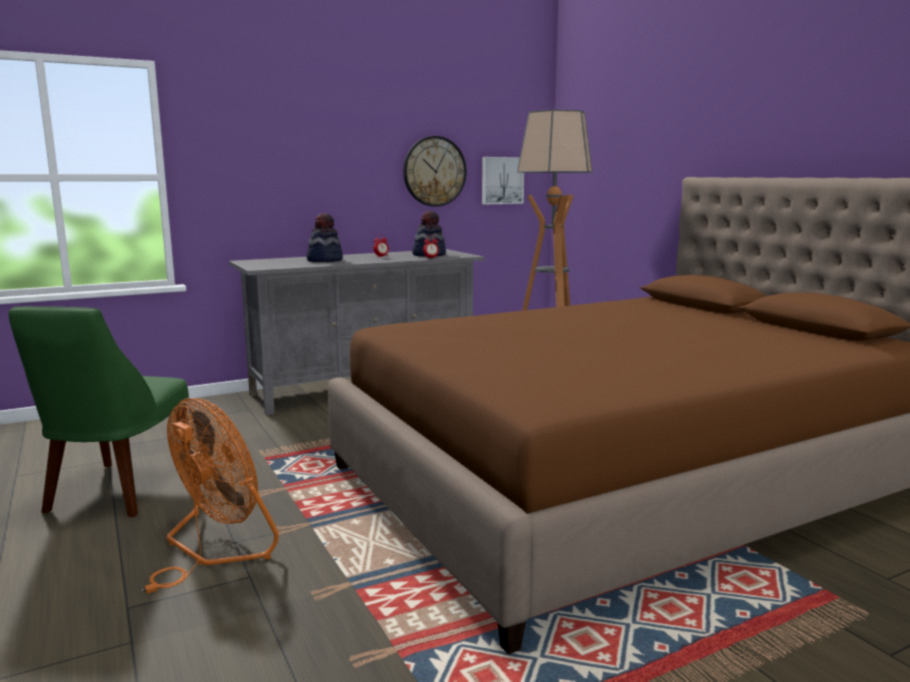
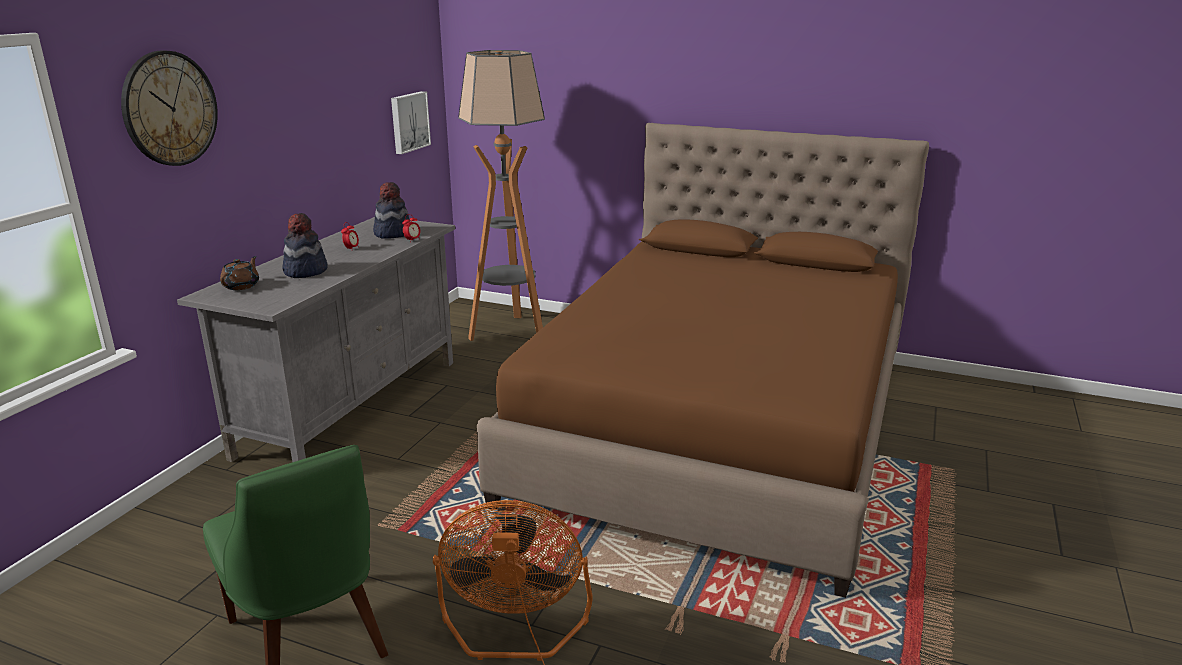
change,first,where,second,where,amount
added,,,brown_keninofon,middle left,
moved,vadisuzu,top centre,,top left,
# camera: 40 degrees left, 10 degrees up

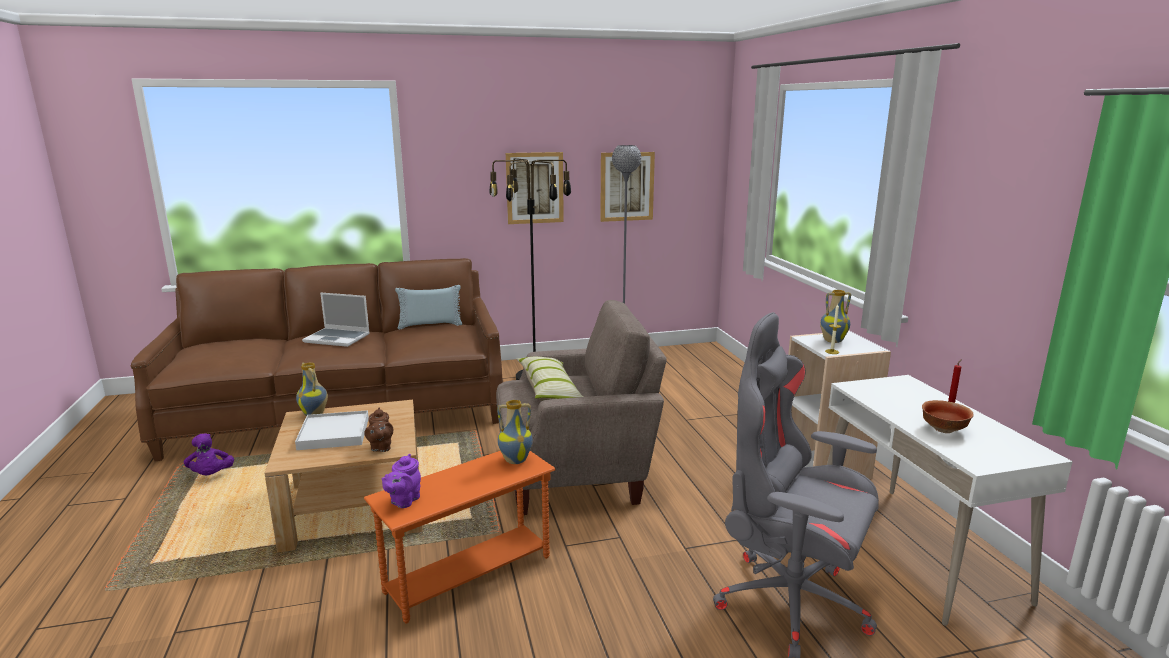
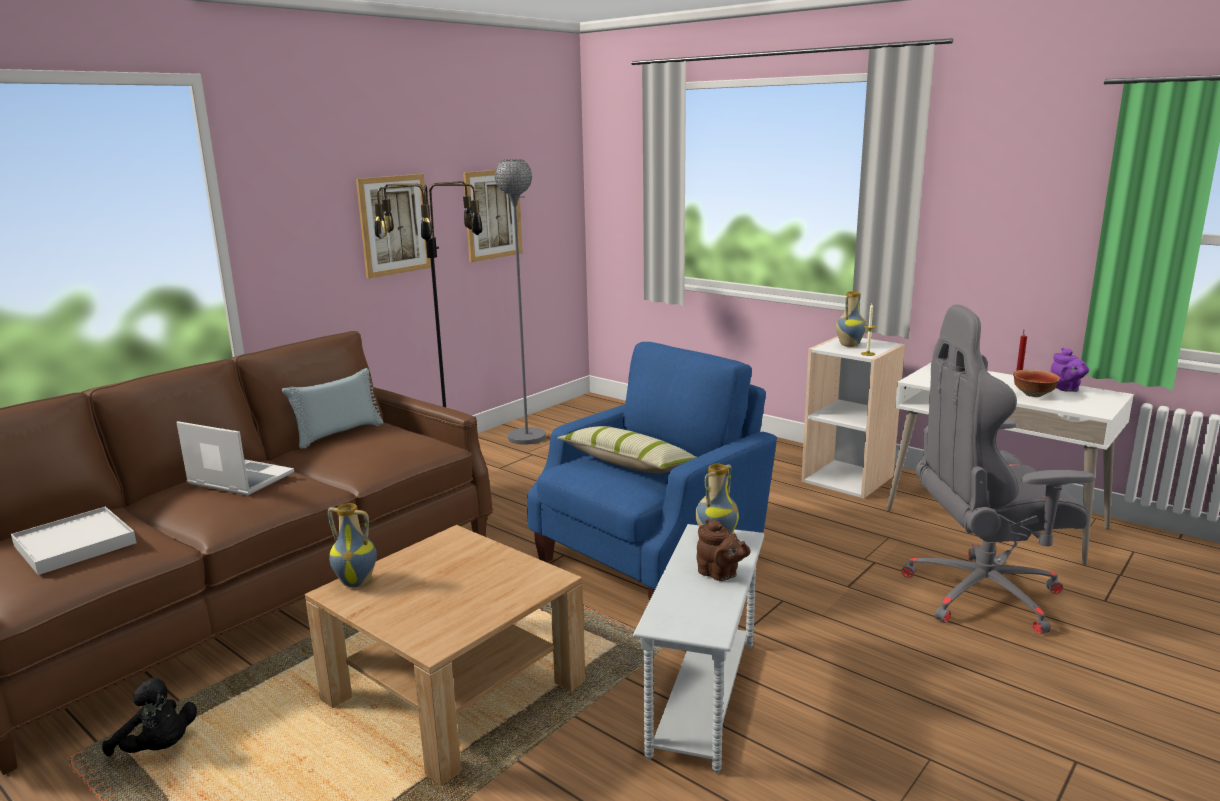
change,first,where,second,where,amount
moved,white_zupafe,middle left,,bottom left,
moved,brown_keninofon,middle left,,bottom centre,
moved,purple_keninofon,bottom centre,,middle right,
recoloured,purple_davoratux,bottom left,black_davoratux,bottom left,
recoloured,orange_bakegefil,bottom centre,white_bakegefil,bottom centre,
recoloured,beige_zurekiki,centre,blue_zurekiki,centre,
turned,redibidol,middle left,,middle left,135 degrees counterclockwise
# camera: 35 degrees left, 0 degrees up

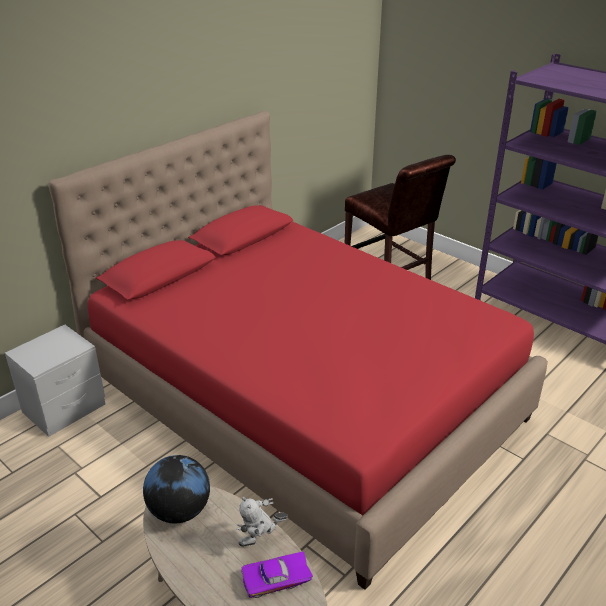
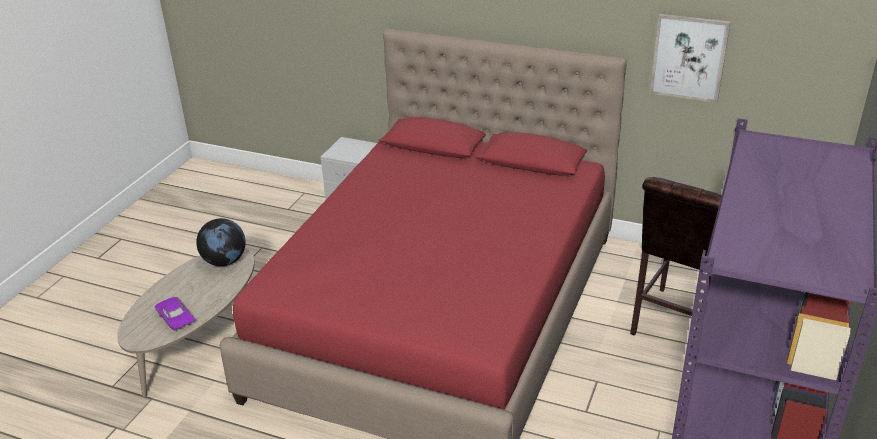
change,first,where,second,where,amount
removed,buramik,bottom centre,,,
added,,,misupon,top right,
# camera: 70 degrees right, 0 degrees up

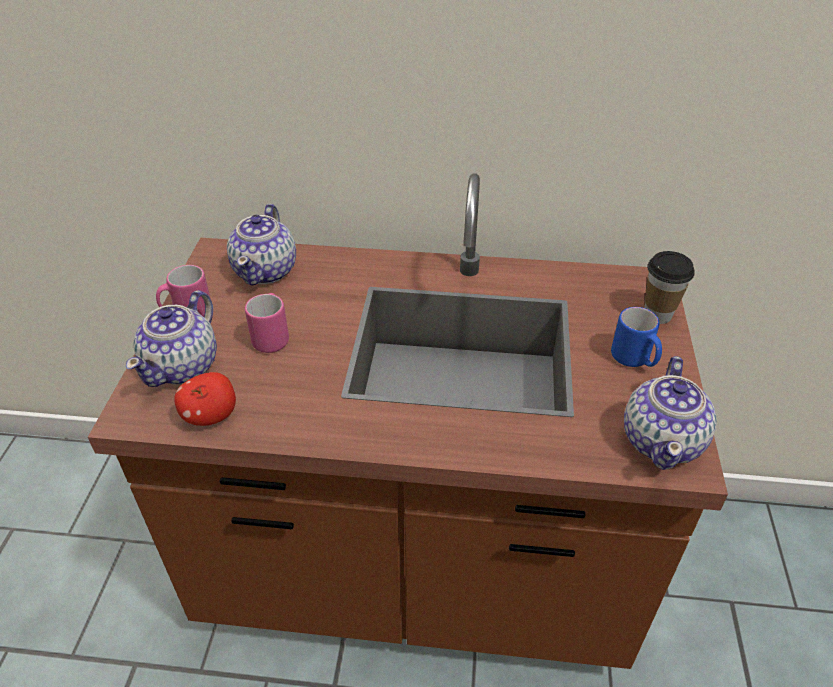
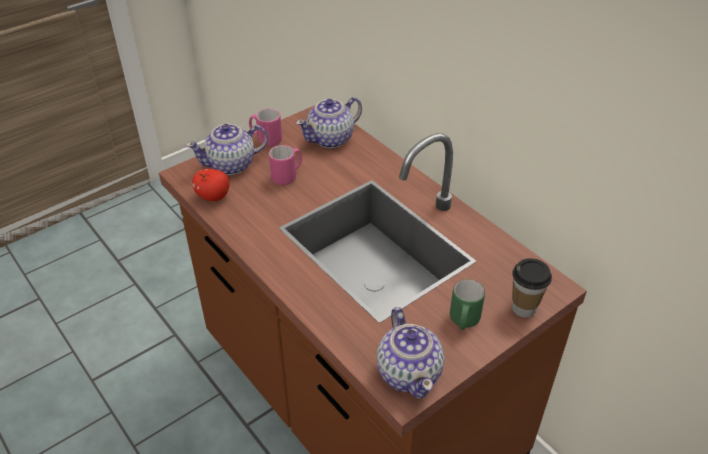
change,first,where,second,where,amount
recoloured,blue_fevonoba,middle right,green_fevonoba,bottom centre,
turned,keninofon (3rd from left),middle right,,bottom centre,75 degrees counterclockwise
# camera: 45 degrees right, 0 degrees up

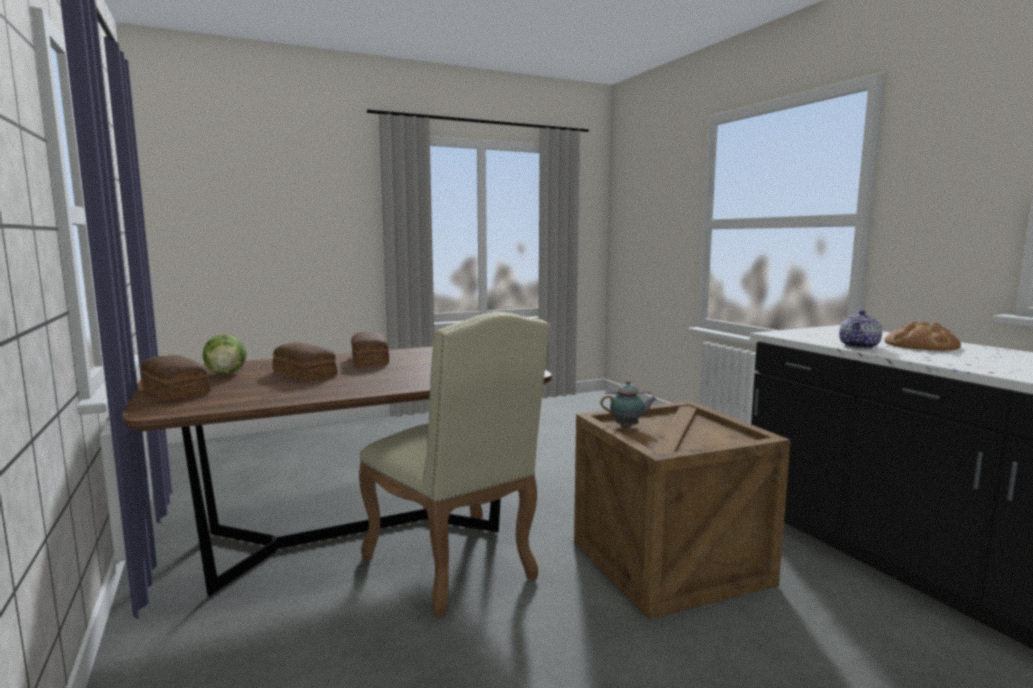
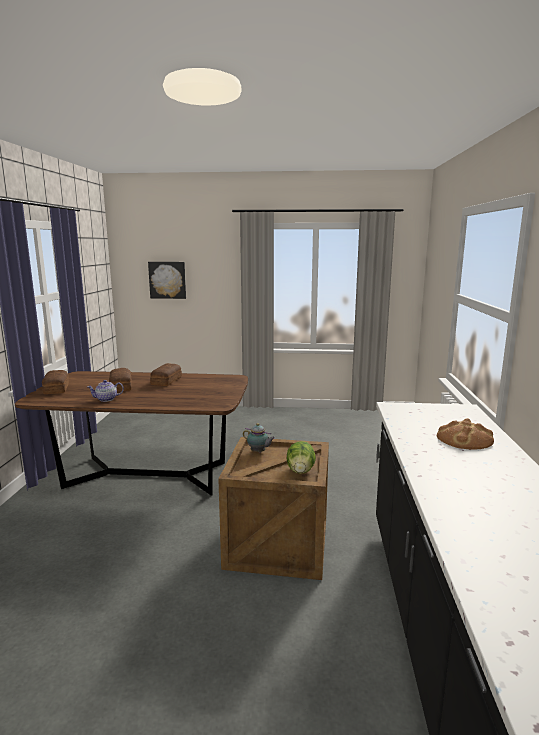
change,first,where,second,where,amount
removed,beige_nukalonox,bottom centre,,,
added,,,misupon,middle left,
moved,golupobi,middle left,,centre,
moved,keninofon (2nd from left in the first image),middle right,keninofon (1st from left),middle left,
# camera: 30 degrees right, 5 degrees up

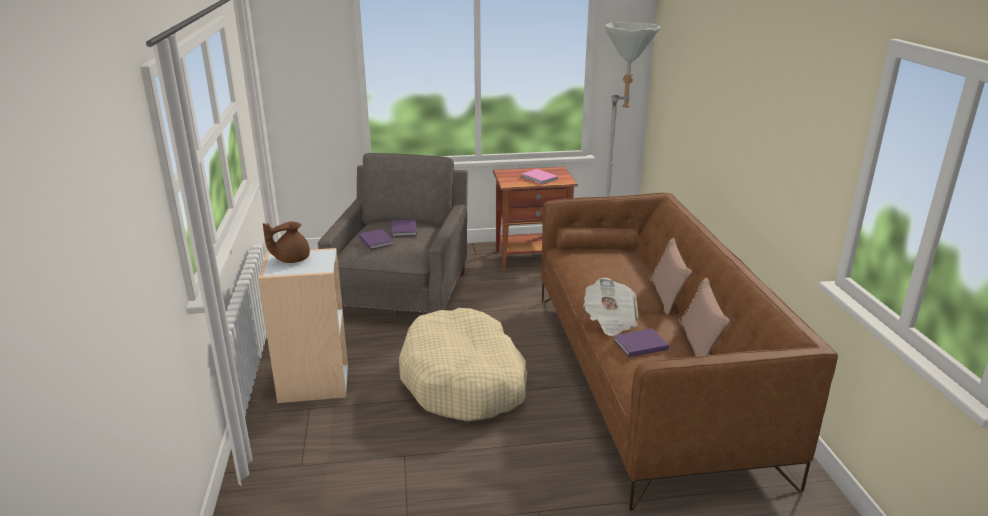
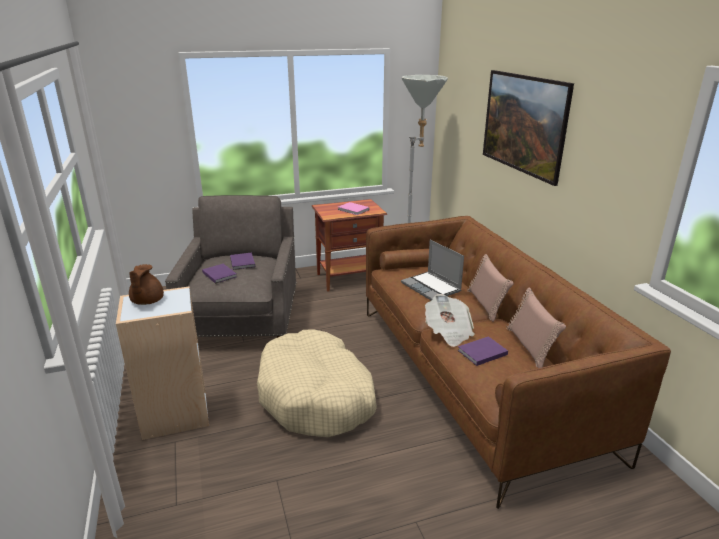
change,first,where,second,where,amount
added,,,redibidol,centre,
added,,,misupon,top right,
turned,brown_keninofon,middle left,,middle left,45 degrees counterclockwise
# camera: 10 degrees left, 0 degrees up

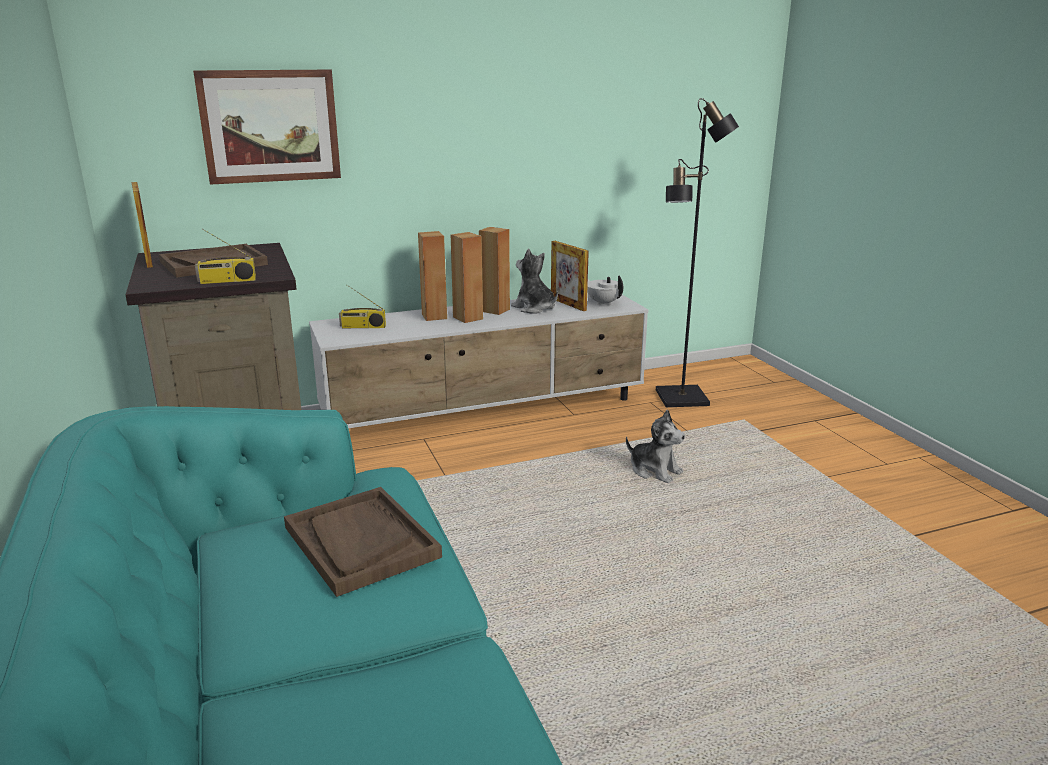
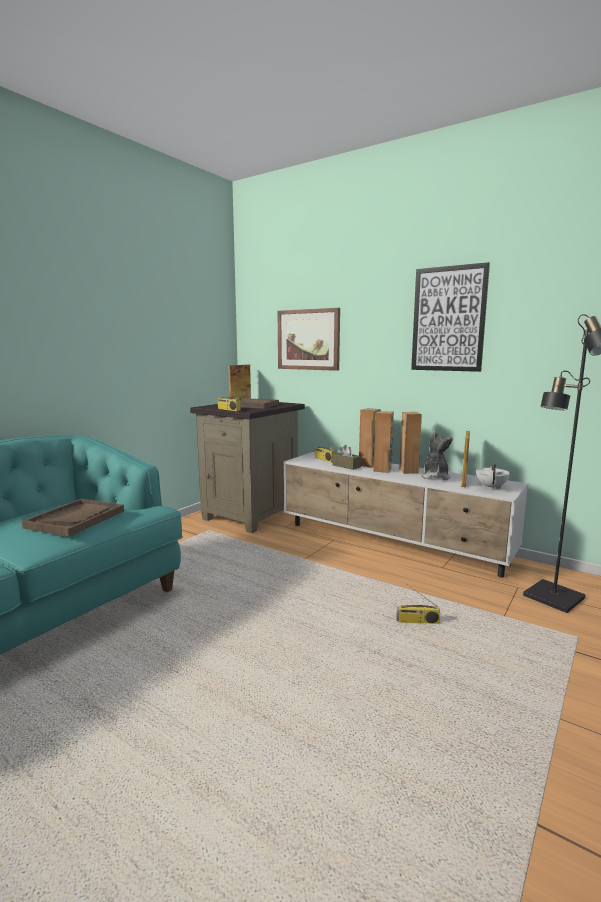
change,first,where,second,where,amount
added,,,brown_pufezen,centre,
added,,,misupon (2nd from left),middle right,
replaced,davoratux (2nd from left),centre,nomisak (3rd from left),bottom right,
# camera: 55 degrees right, 10 degrees down

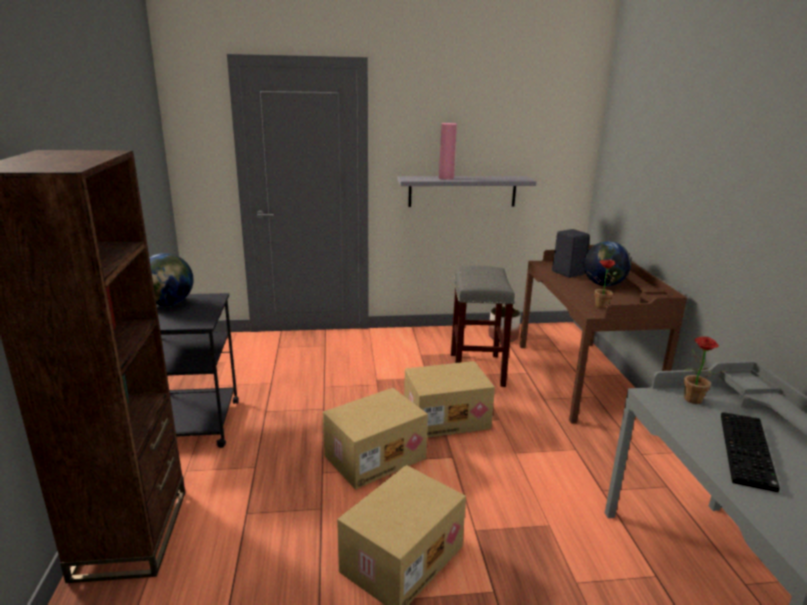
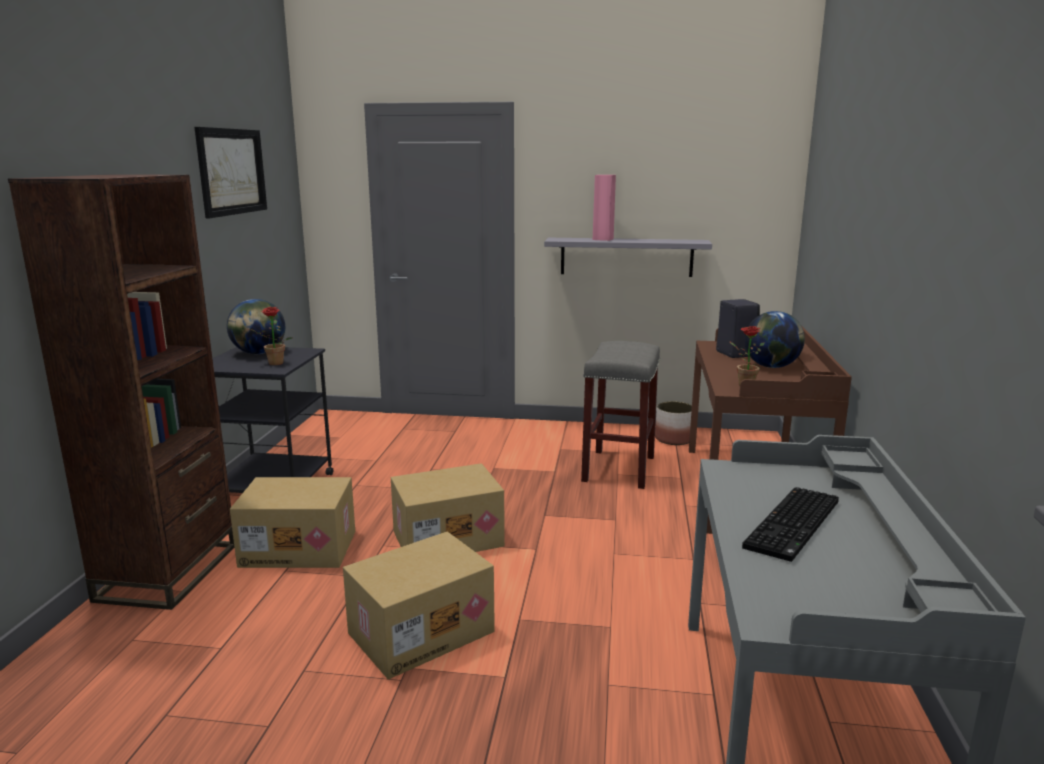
change,first,where,second,where,amount
added,,,misupon,top left,
moved,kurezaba (3rd from left in the first image),centre,kurezaba (1st from left),bottom left,
moved,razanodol (2nd from left in the first image),middle right,razanodol (1st from left),middle left,
# camera: 15 degrees right, 5 degrees down

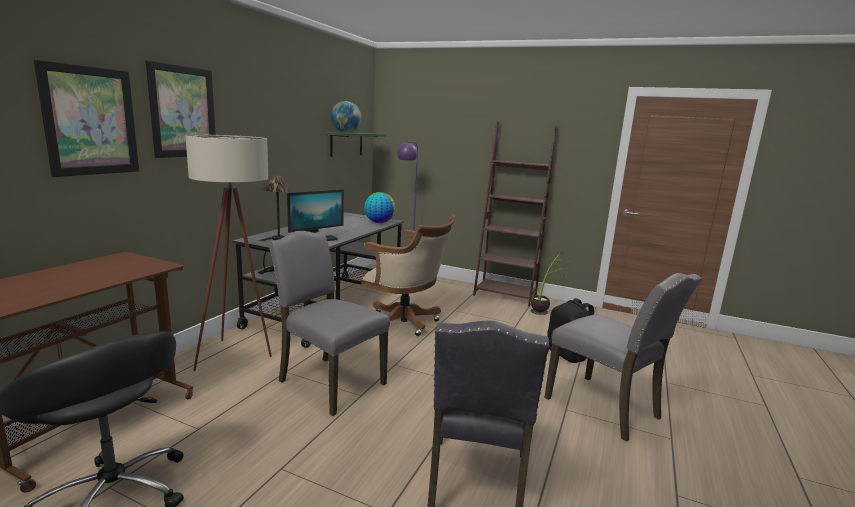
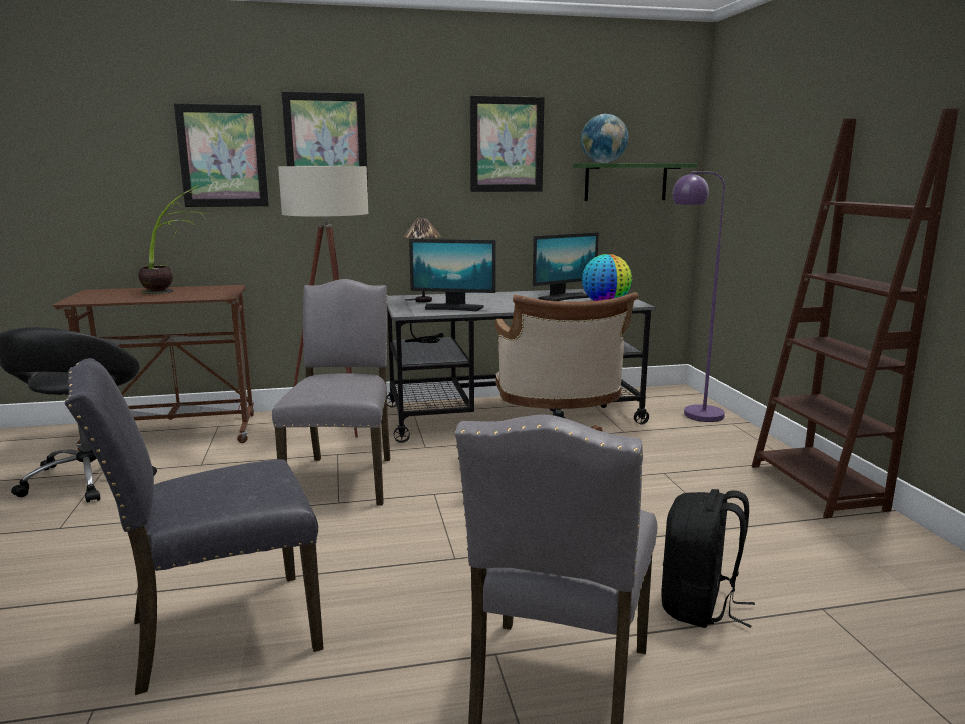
change,first,where,second,where,amount
added,,,misupon (3rd from left),top centre,
added,,,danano (2nd from left),centre,
moved,razanodol,centre,,top left,
# camera: 55 degrees right, 0 degrees up

